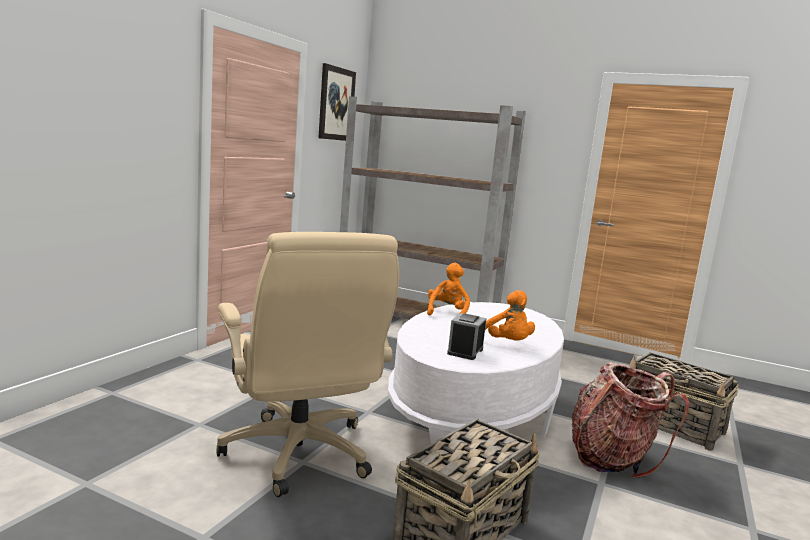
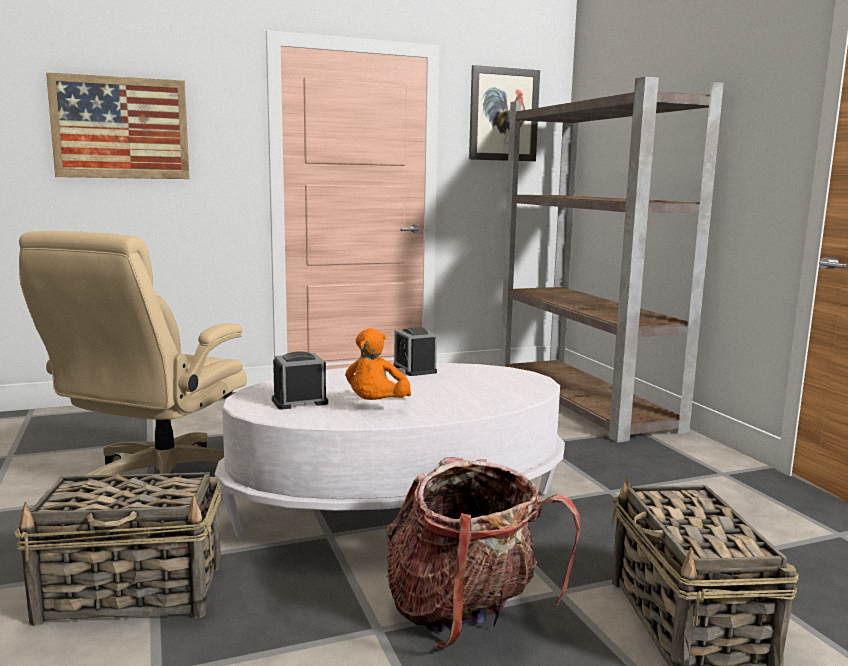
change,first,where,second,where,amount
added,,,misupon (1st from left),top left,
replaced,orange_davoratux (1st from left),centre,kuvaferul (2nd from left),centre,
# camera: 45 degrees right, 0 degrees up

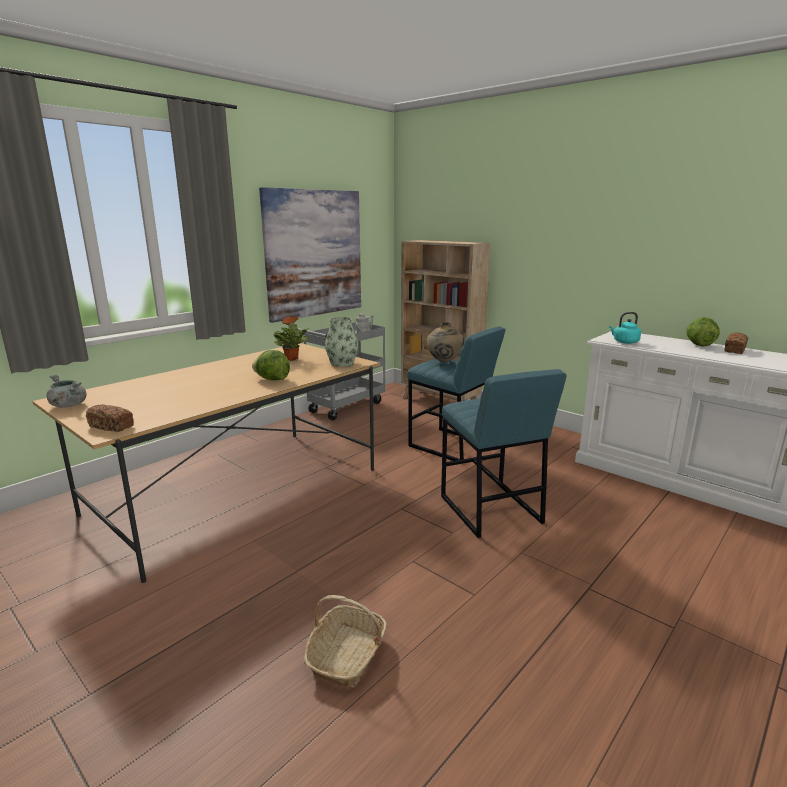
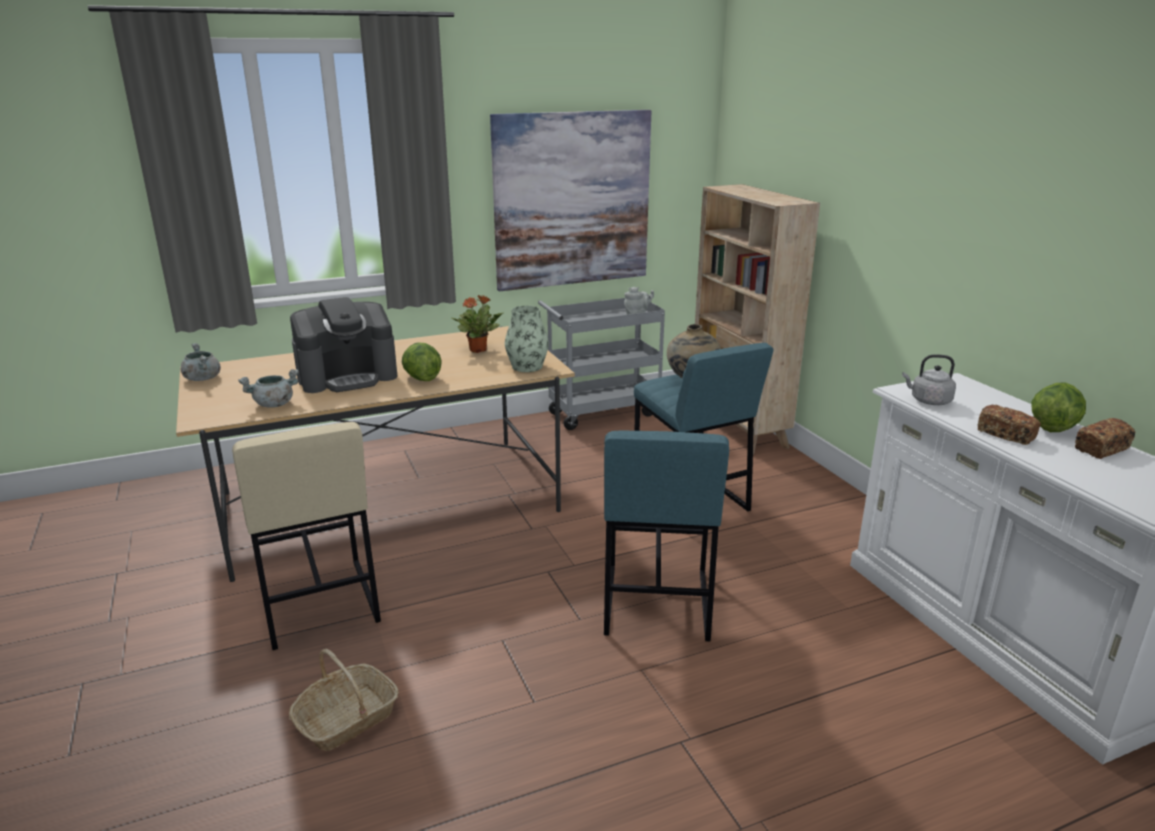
change,first,where,second,where,amount
added,,,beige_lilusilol,middle left,
added,,,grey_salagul (2nd from left),middle left,
added,,,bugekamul,middle left,
moved,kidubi (1st from left),middle left,,middle right,
recoloured,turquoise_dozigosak,middle right,grey_dozigosak,middle right,
# camera: 25 degrees right, 5 degrees up

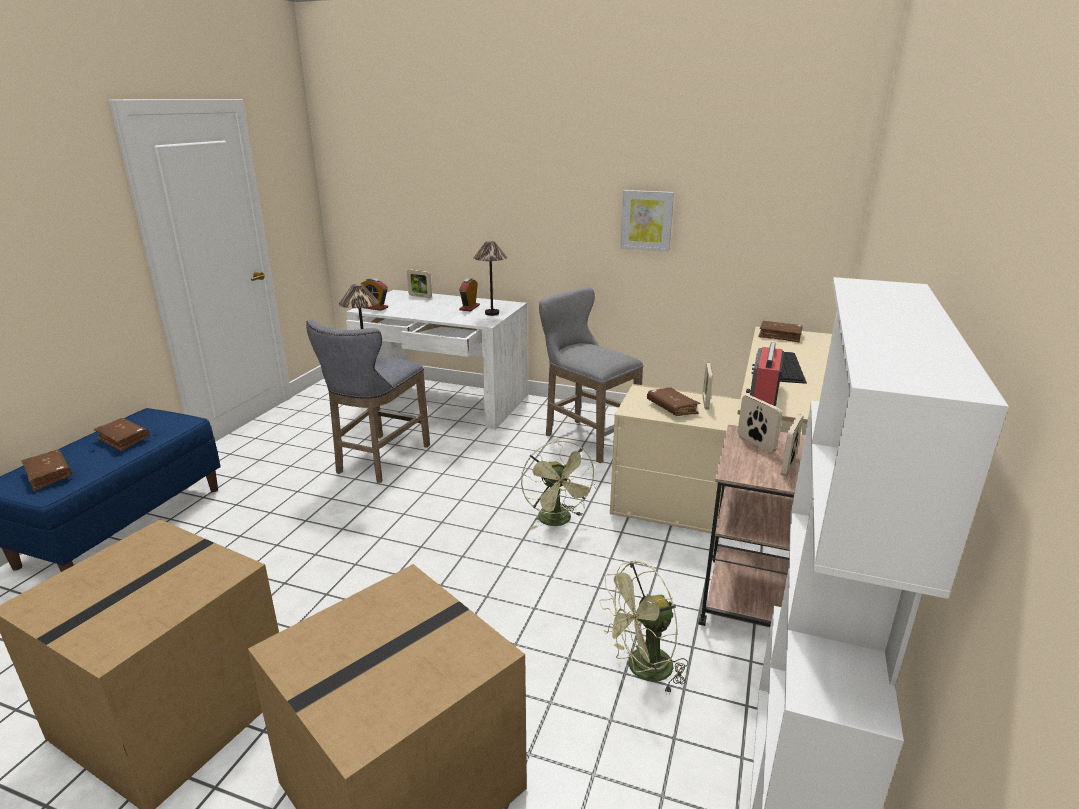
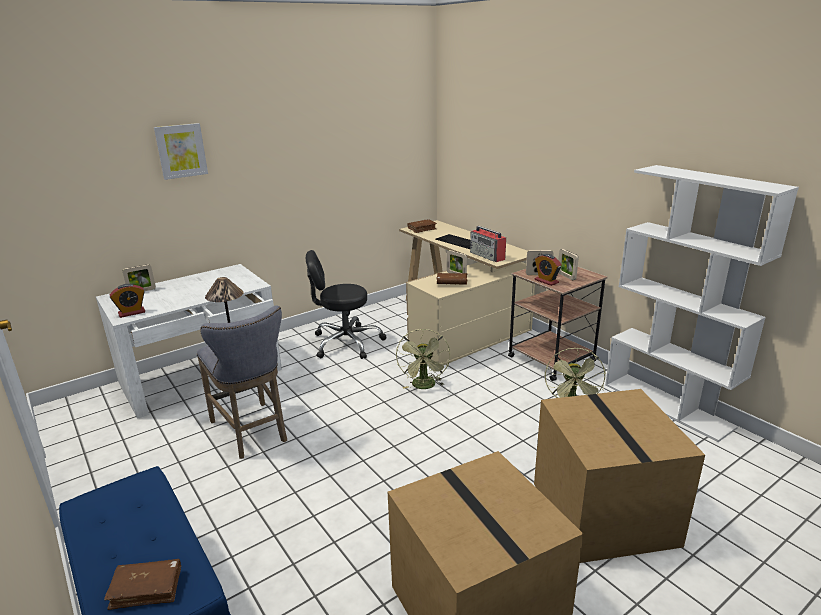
change,first,where,second,where,amount
removed,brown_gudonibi (2nd from left),middle left,,,
removed,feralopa (2nd from left),centre,,,
moved,kuvaferul (2nd from left),centre,,middle right,
moved,misupon,top centre,,top left,
replaced,grey_lilusilol (2nd from left),centre,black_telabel,centre,
turned,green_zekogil (1st from left),centre,,centre,75 degrees clockwise
# camera: 55 degrees left, 0 degrees up

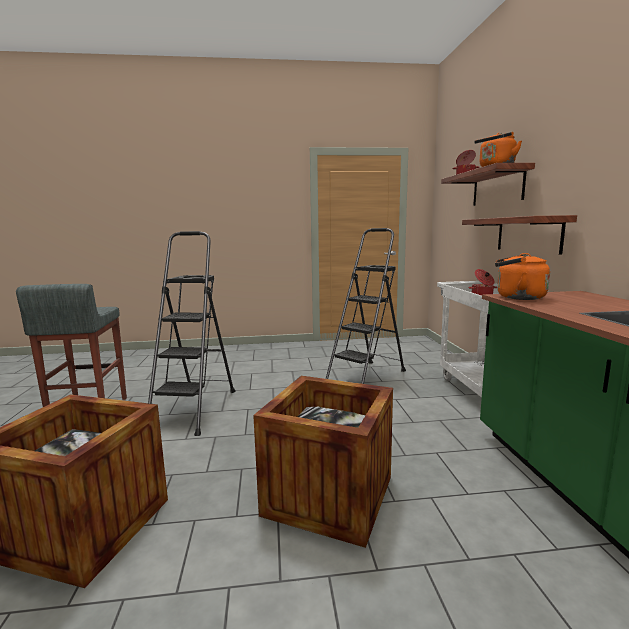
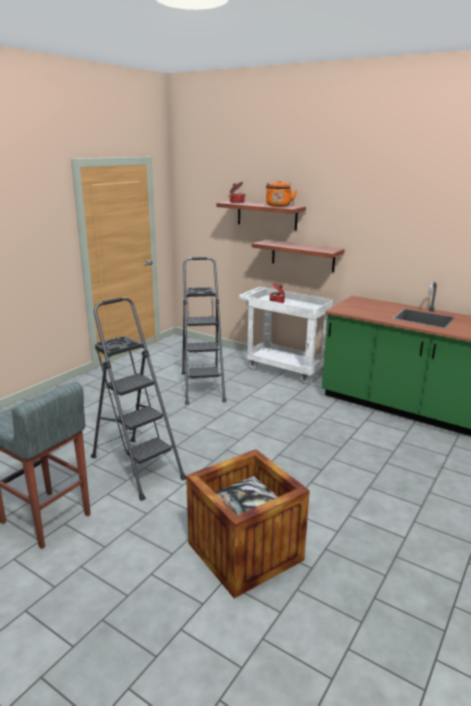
change,first,where,second,where,amount
removed,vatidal (2nd from left),bottom centre,,,
removed,orange_dozigosak (2nd from left),middle right,,,
# camera: 50 degrees left, 10 degrees up

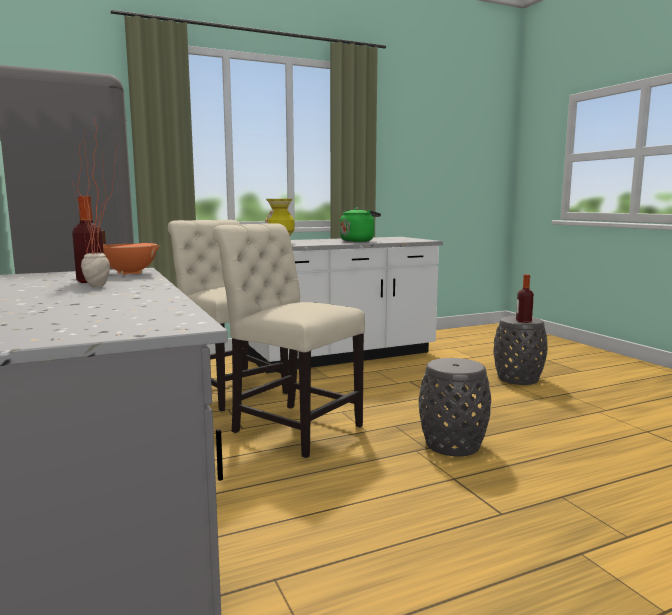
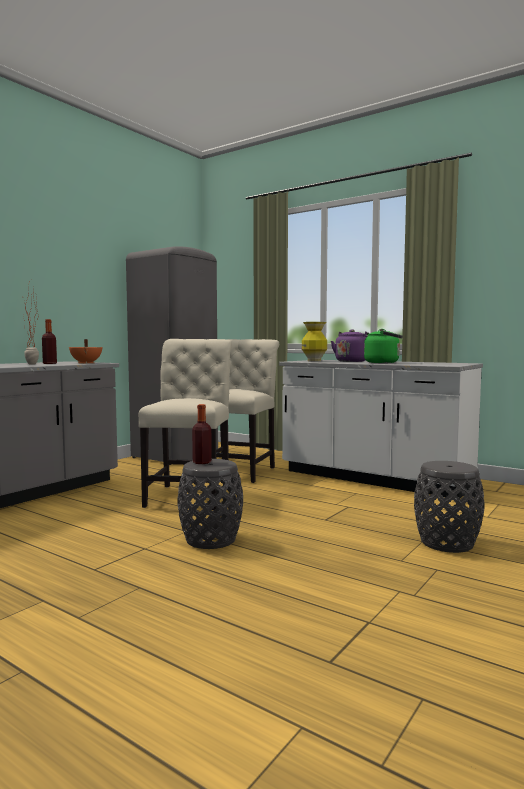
change,first,where,second,where,amount
added,,,purple_dozigosak,middle right,
moved,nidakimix (2nd from left),middle right,,centre,
# camera: 60 degrees right, 5 degrees down

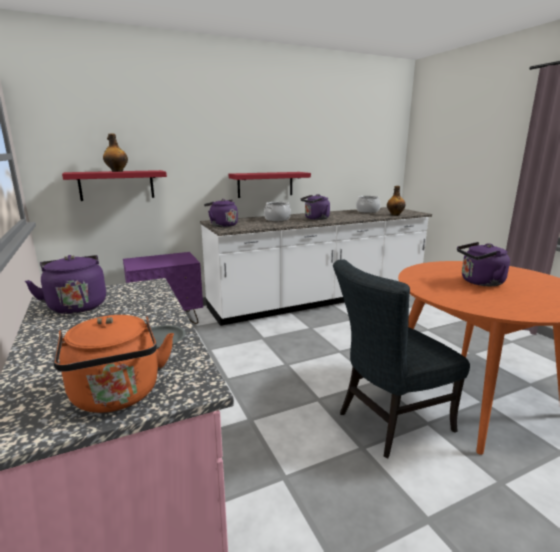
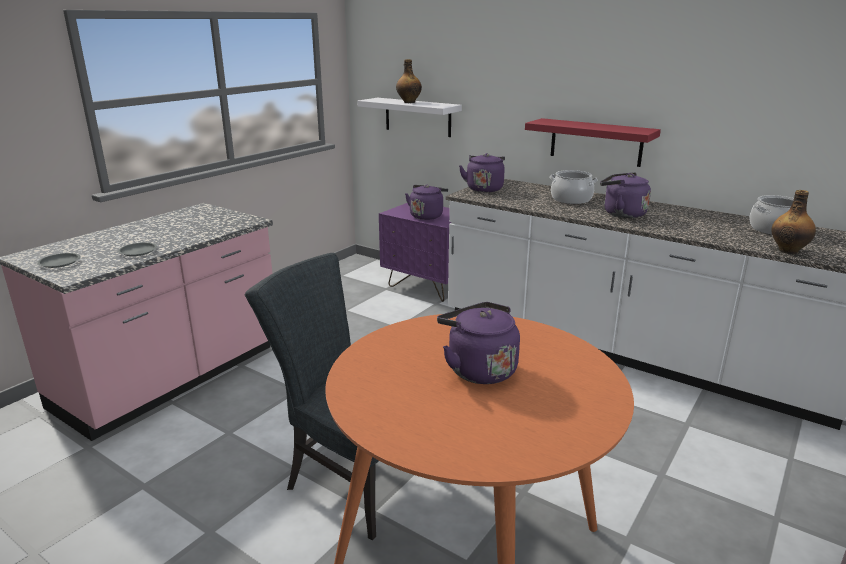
change,first,where,second,where,amount
moved,purple_dozigosak (1st from left),middle left,,centre,
replaced,orange_dozigosak,middle left,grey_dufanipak (1st from left),middle left,
recoloured,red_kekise (1st from left),middle left,white_kekise,top centre,
# camera: 60 degrees right, 5 degrees up

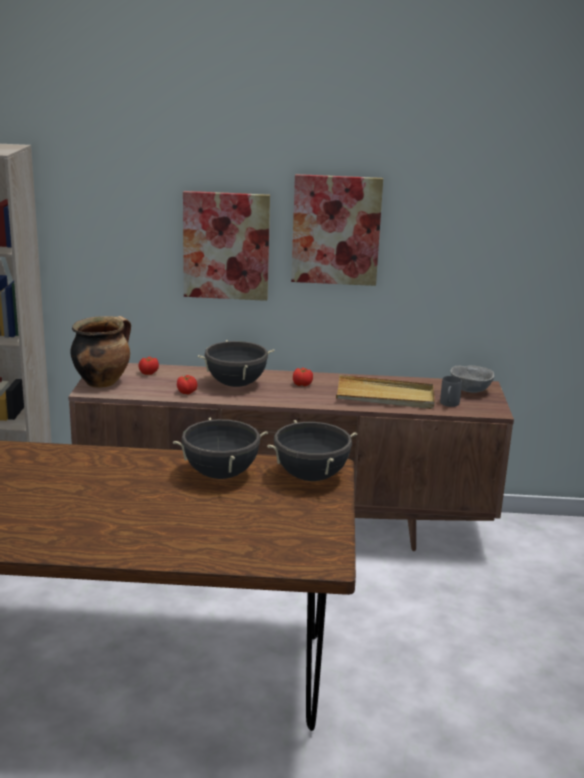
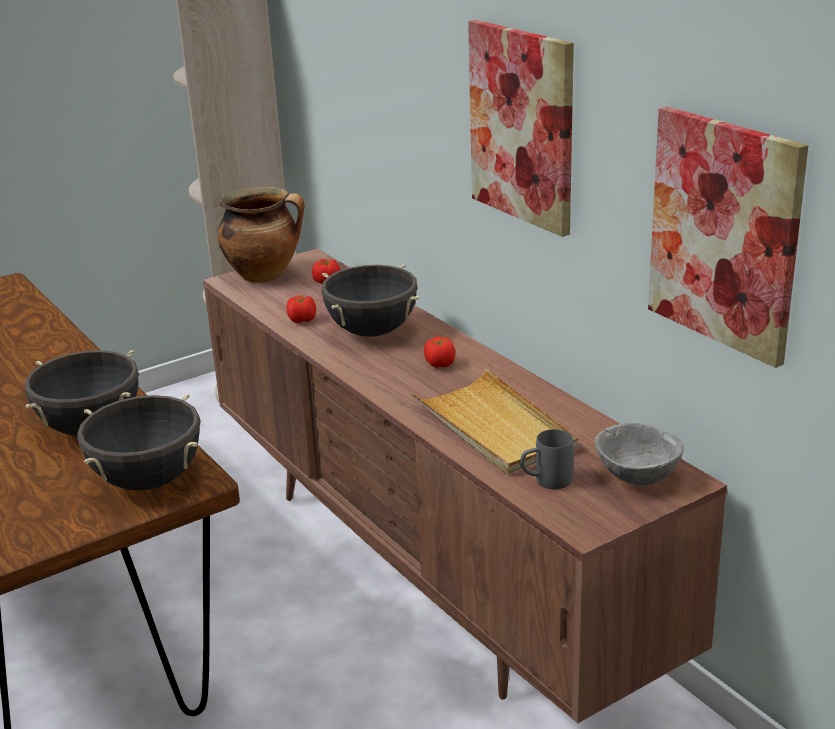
change,first,where,second,where,amount
moved,misupon (1st from left in the first image),top centre,misupon (2nd from left),top right,
# camera: 55 degrees right, 5 degrees up

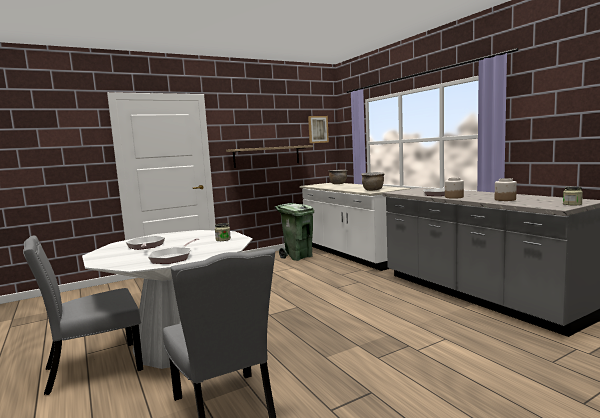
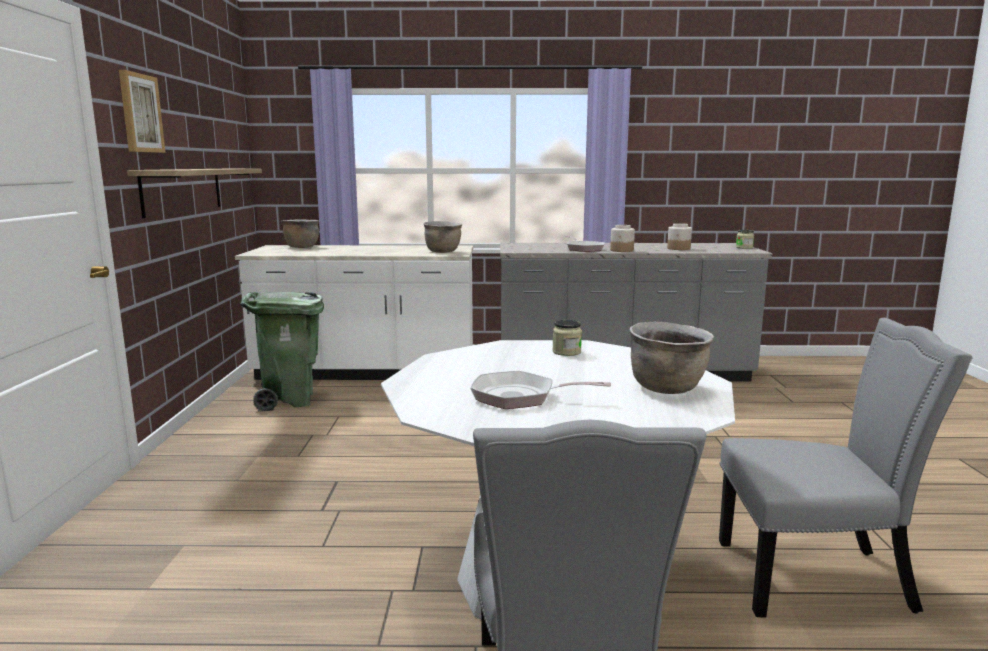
change,first,where,second,where,amount
moved,misupon,top centre,,top left,
replaced,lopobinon (2nd from left),middle left,brown_salagul (3rd from left),middle right,
# camera: 60 degrees left, 5 degrees up

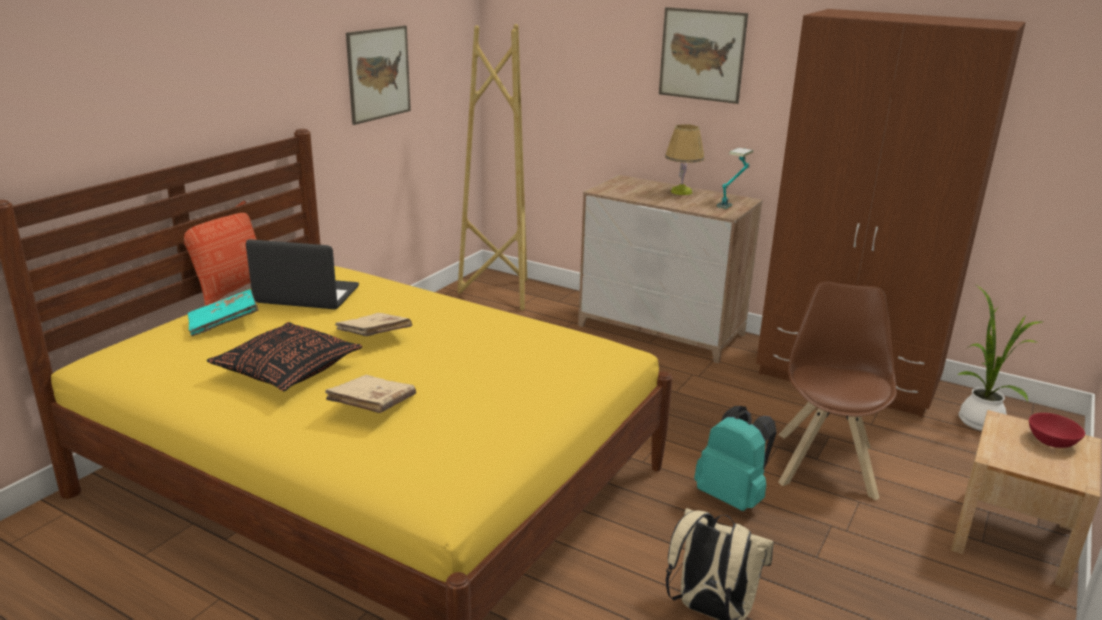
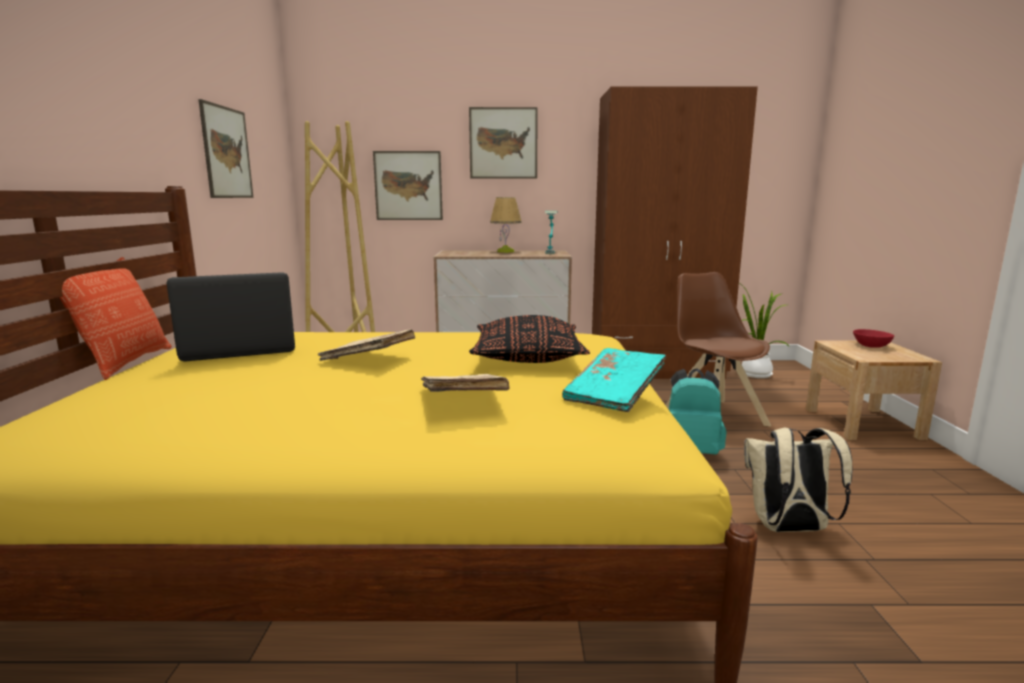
change,first,where,second,where,amount
added,,,misupon (2nd from left),top centre,
moved,turquoise_gudonibi,middle left,,centre,
moved,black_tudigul,middle left,,centre,
# camera: 30 degrees left, 10 degrees down

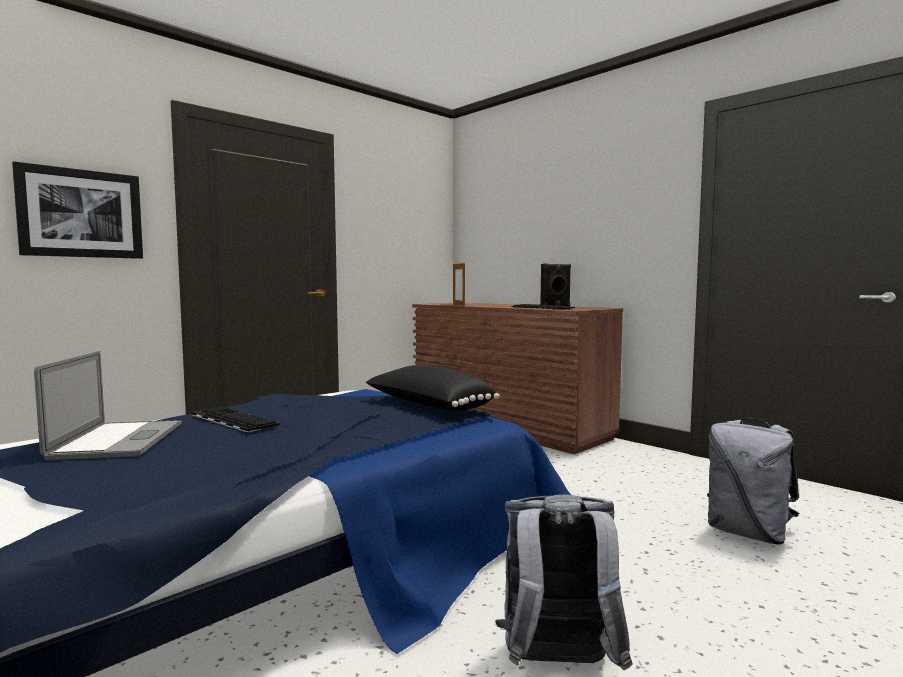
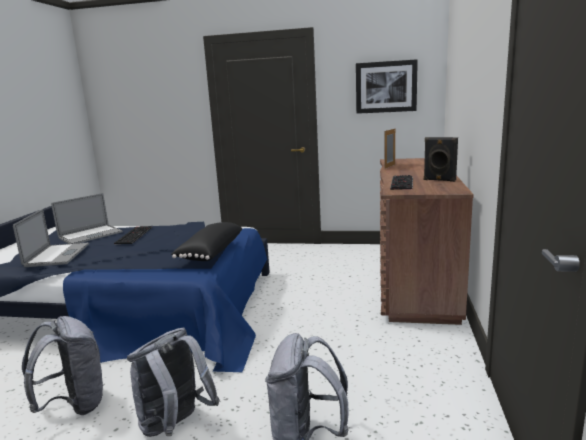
change,first,where,second,where,amount
added,,,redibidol (1st from left),middle left,
added,,,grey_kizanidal (2nd from left),bottom left,
moved,misupon,top left,,top centre,
# camera: 55 degrees right, 10 degrees up

